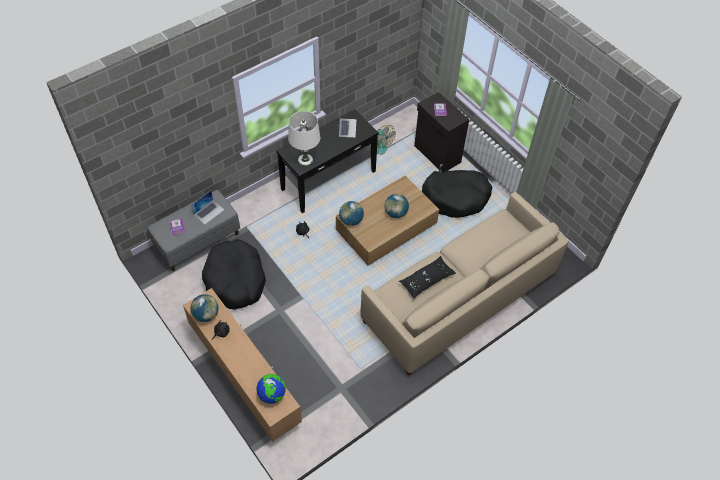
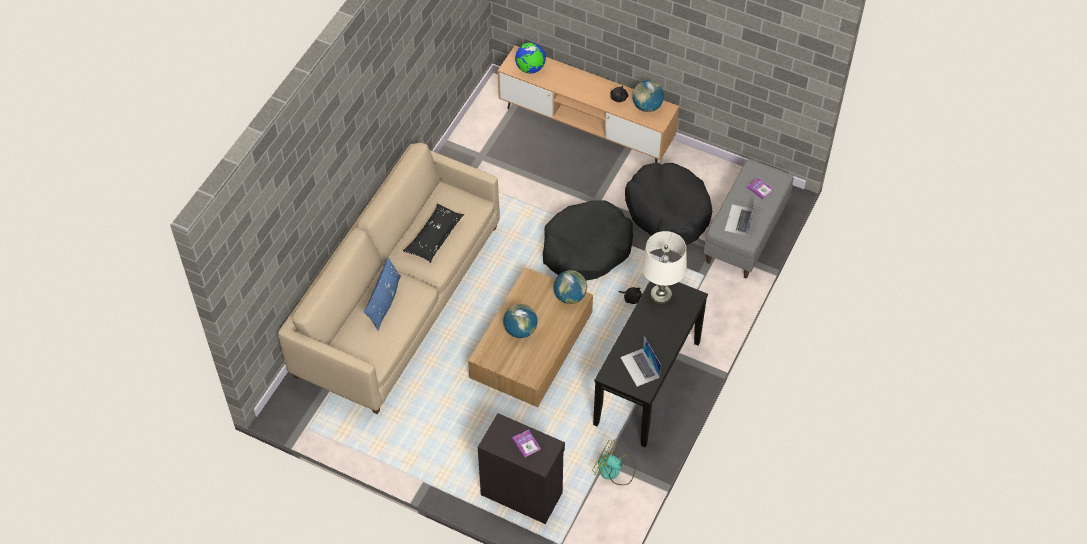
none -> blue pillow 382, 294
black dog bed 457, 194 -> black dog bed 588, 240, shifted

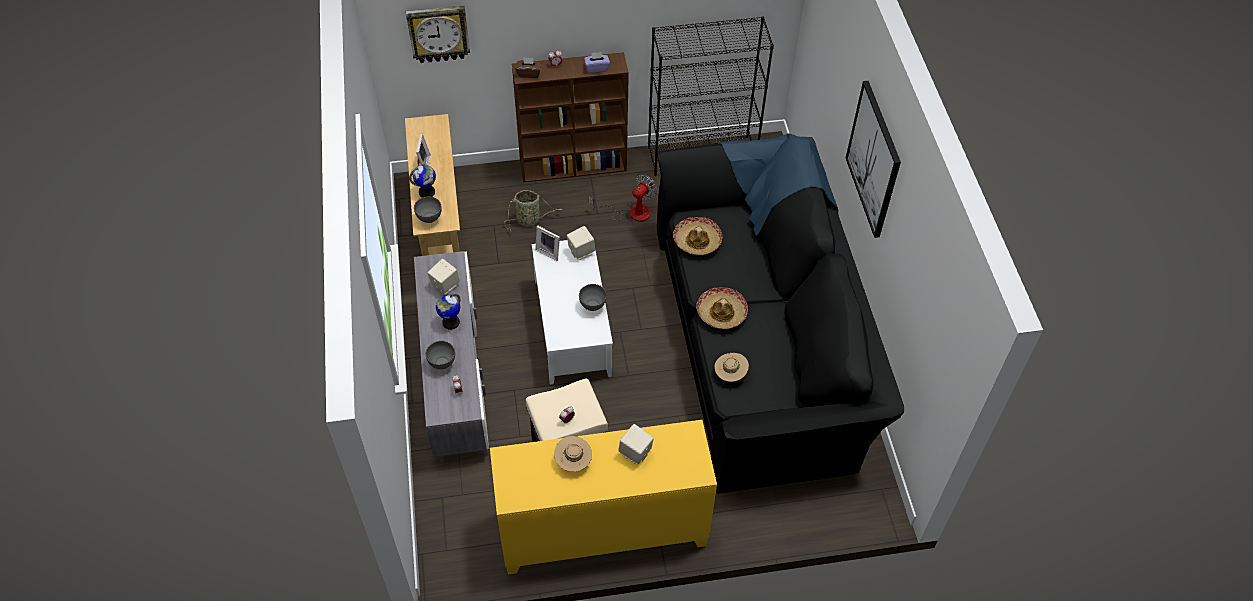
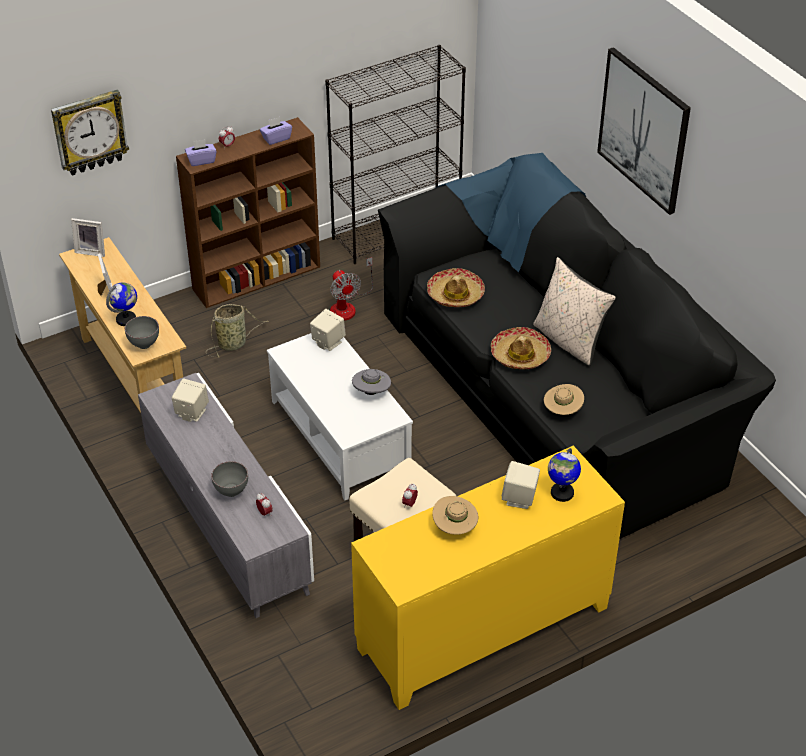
none -> beige pillow 574, 311
globe 448, 312 -> globe 564, 475, shifted
picture frame 547, 243 -> picture frame 88, 237, shifted
grey bowl 593, 297 -> grey hat 371, 382
brown tissue box 528, 67 -> purple tissue box 201, 153
fan 623, 198 -> fan 351, 288, 135 degrees clockwise

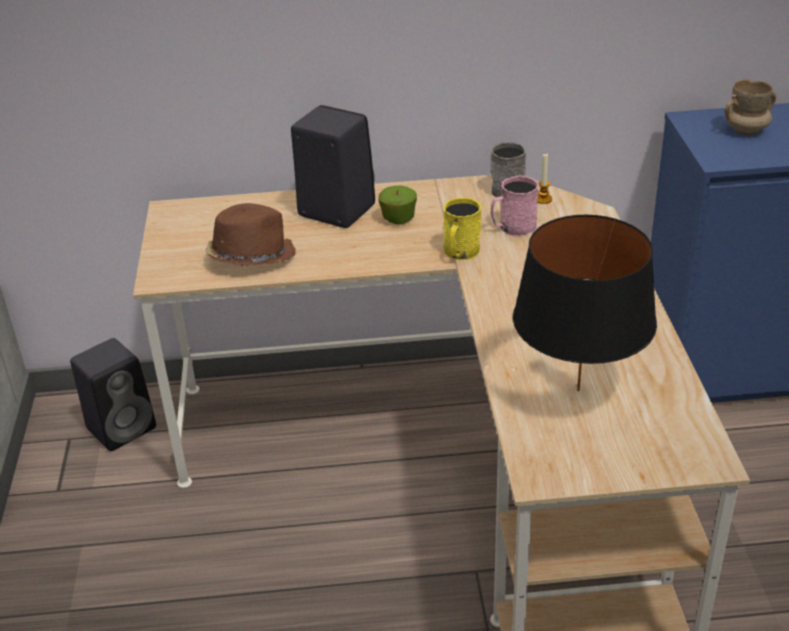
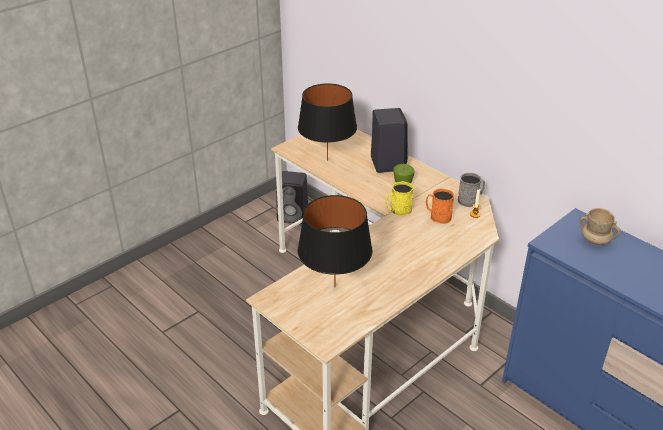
brown hat 250, 234 -> black table lamp 327, 122
pink mug 515, 206 -> orange mug 440, 206

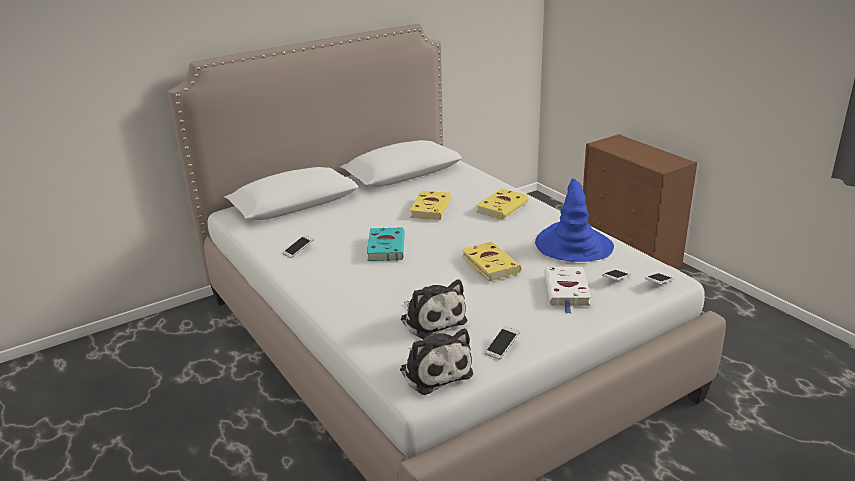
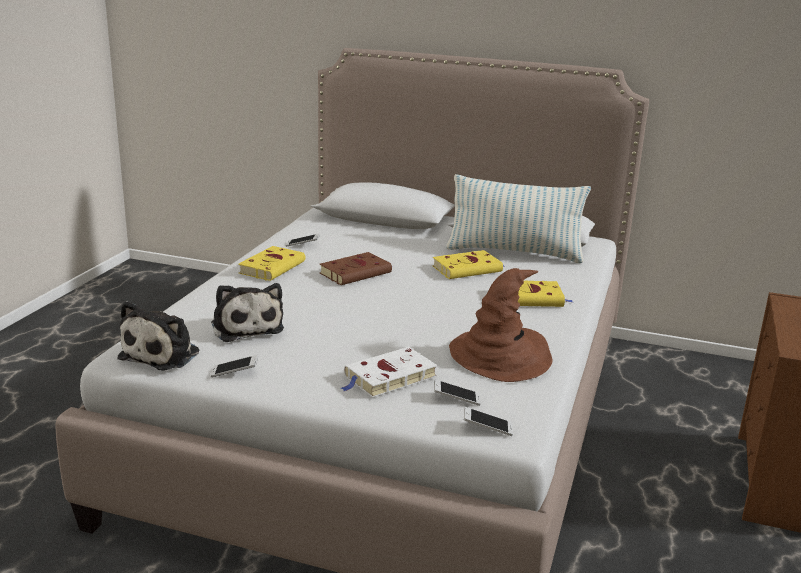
none -> pillow 518, 218
yellow book 491, 262 -> yellow book 271, 263, shifted
turquoise book 386, 244 -> brown book 355, 268
blue hat 574, 220 -> brown hat 501, 325
plush toy 433, 309 -> plush toy 247, 312, 45 degrees counterclockwise

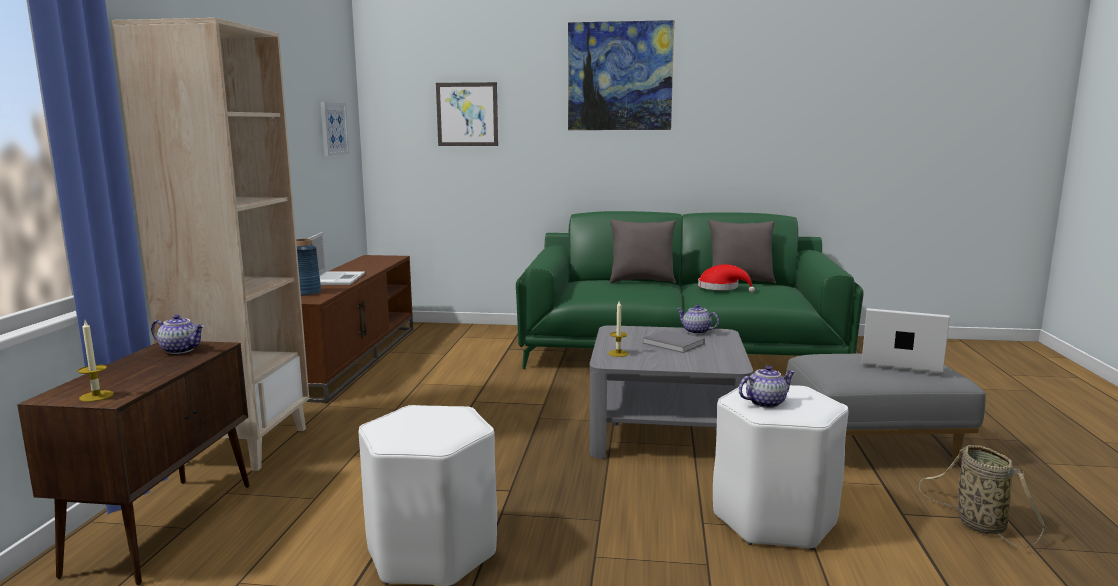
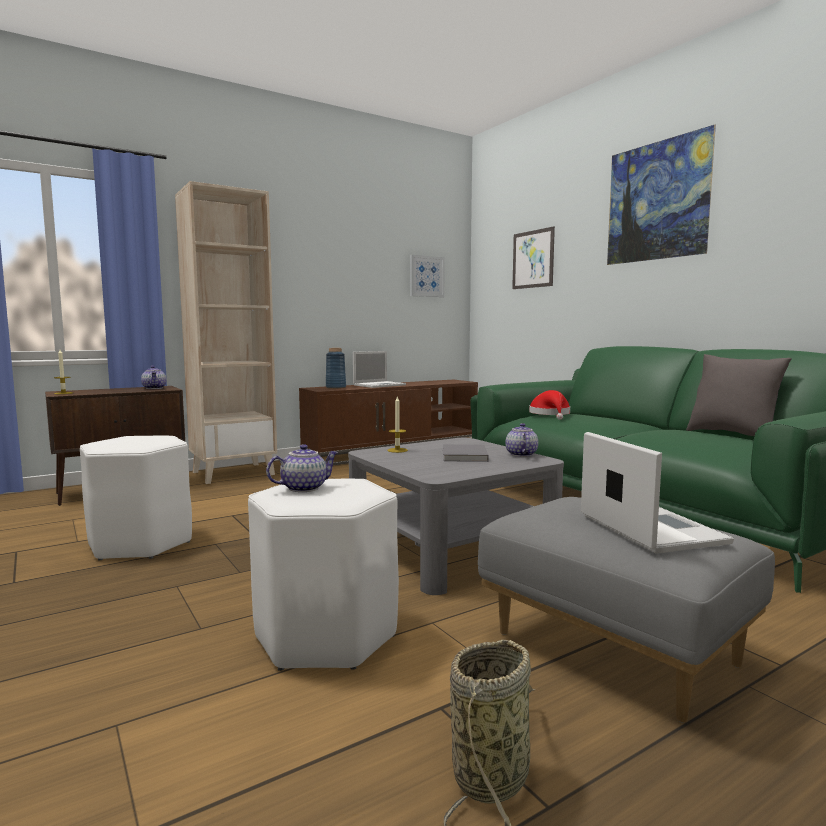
grey pillow 643, 251 -> none
red hat 726, 278 -> red hat 549, 405, shifted
teapot 767, 387 -> teapot 302, 468, 60 degrees counterclockwise

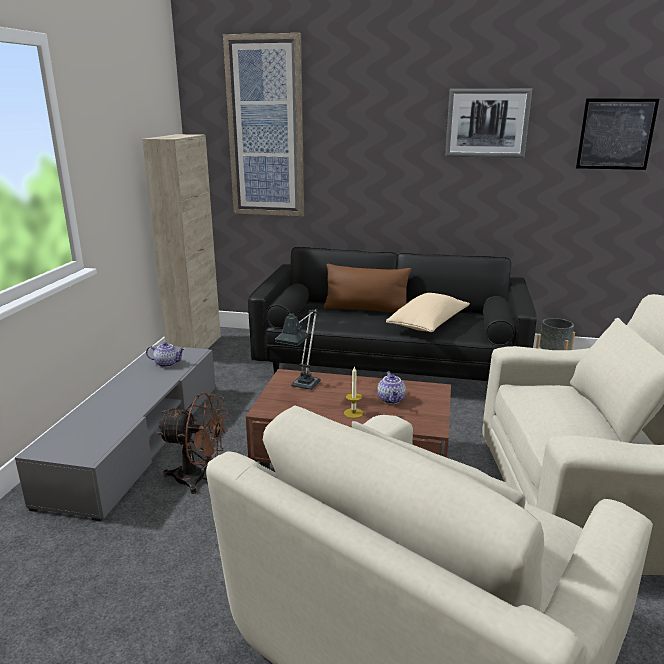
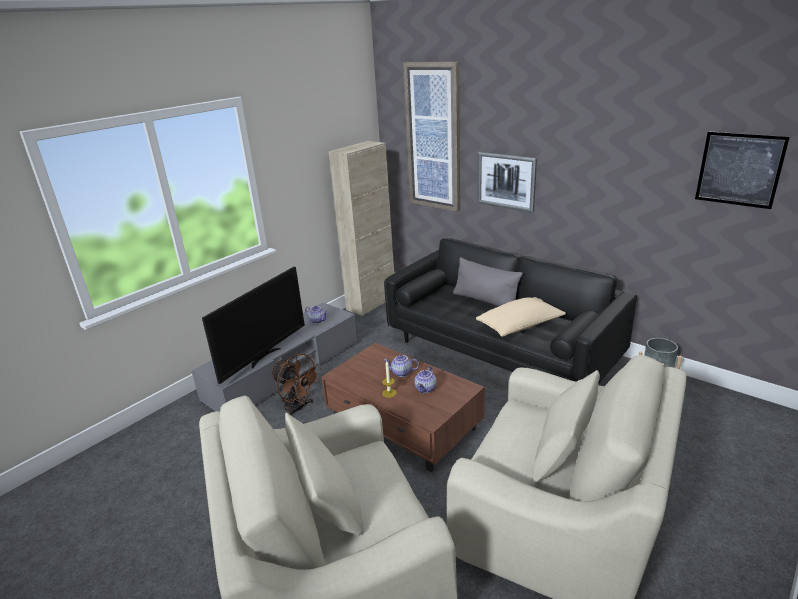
table lamp 298, 349 -> none
none -> television 253, 325
none -> teapot 401, 366
picture 488, 123 -> picture 507, 182, shifted
brown pillow 368, 288 -> grey pillow 488, 281

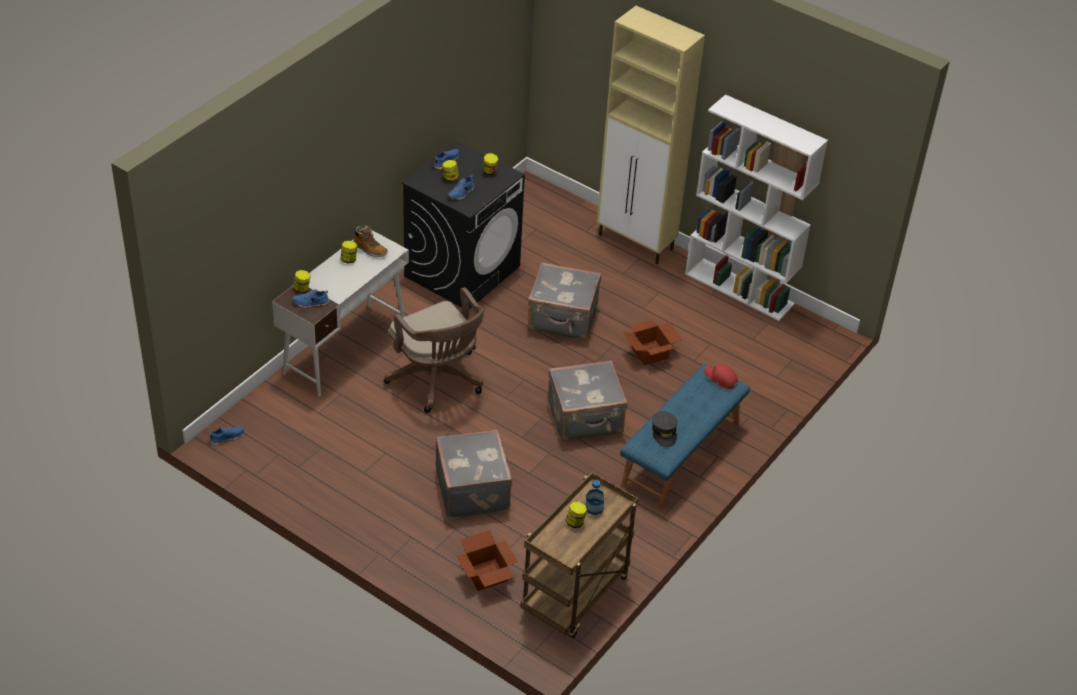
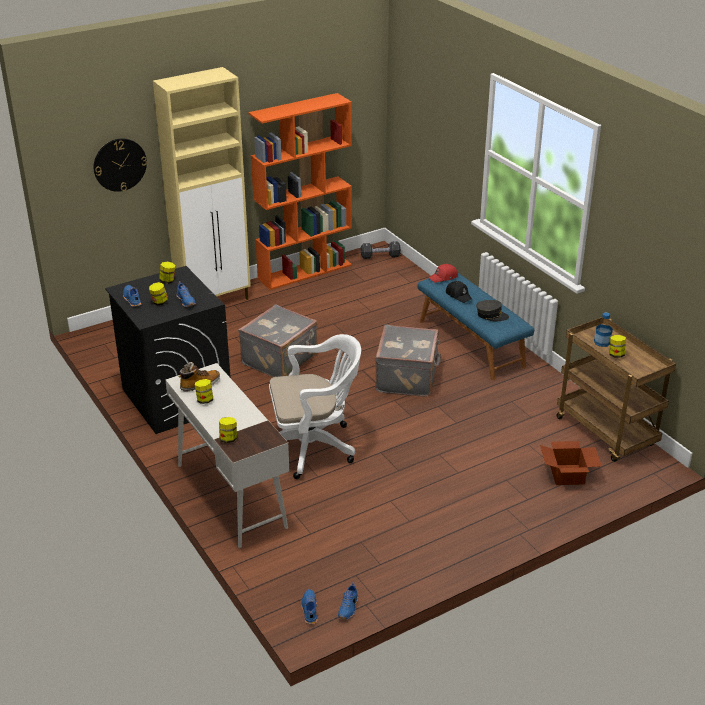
grey suitcase 474, 474 -> none
cardboard box 653, 342 -> none
none -> wall clock 120, 165
none -> black dumbbell 381, 250
none -> black cap 459, 292
blue shoe 311, 298 -> blue shoe 348, 600, shifted
brown office chair 434, 350 -> white office chair 315, 406
white bookcase 756, 207 -> orange bookcase 300, 191

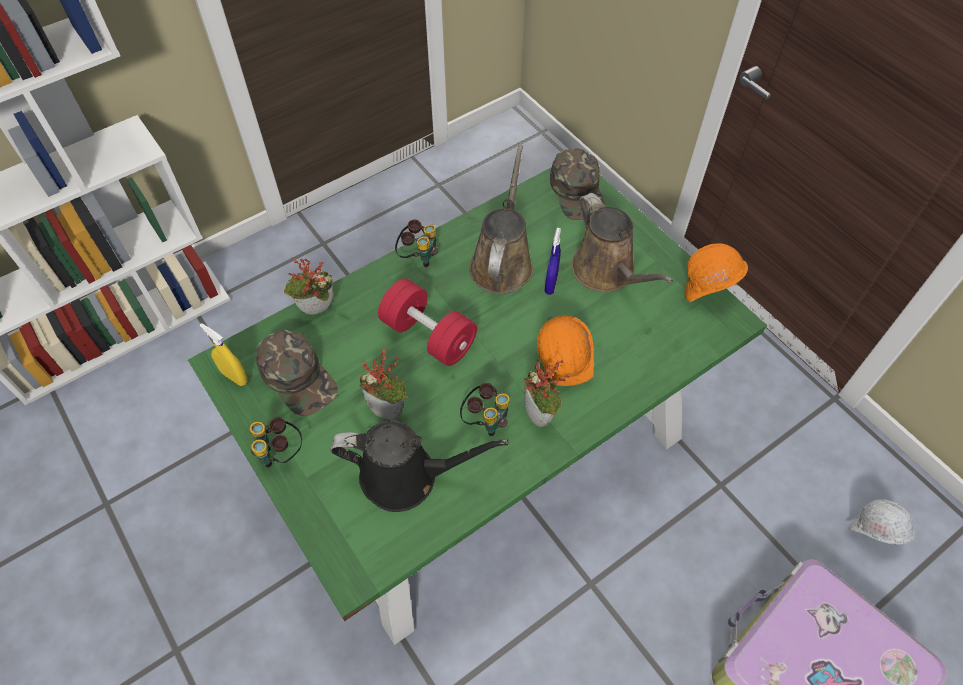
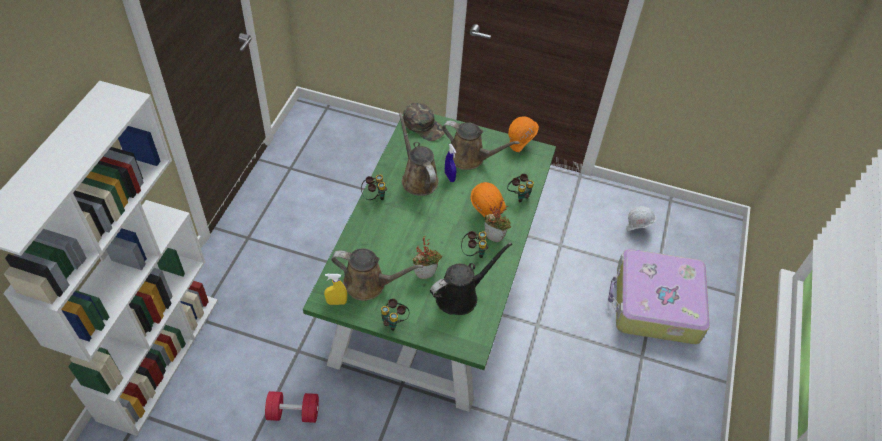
potted plant 309, 286 -> none
none -> binoculars 520, 188
red dumbbell 427, 322 -> red dumbbell 292, 407, shifted
green cap 297, 373 -> brown watering can 377, 274

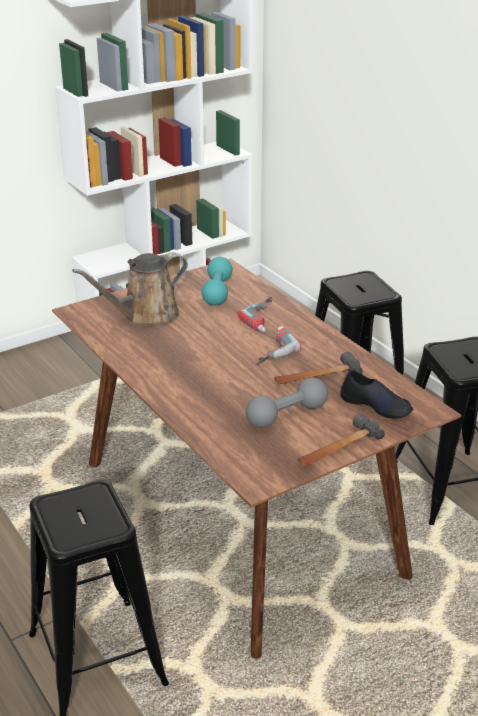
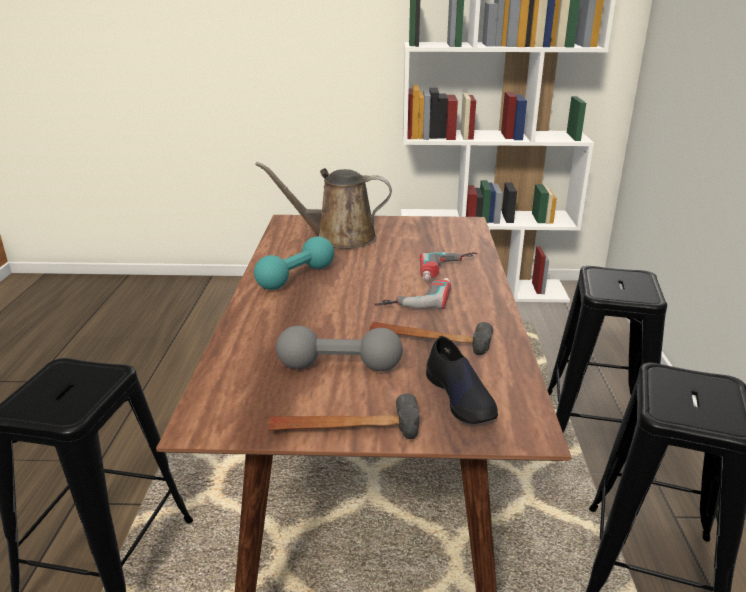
turquoise dumbbell 217, 281 -> turquoise dumbbell 294, 263, shifted

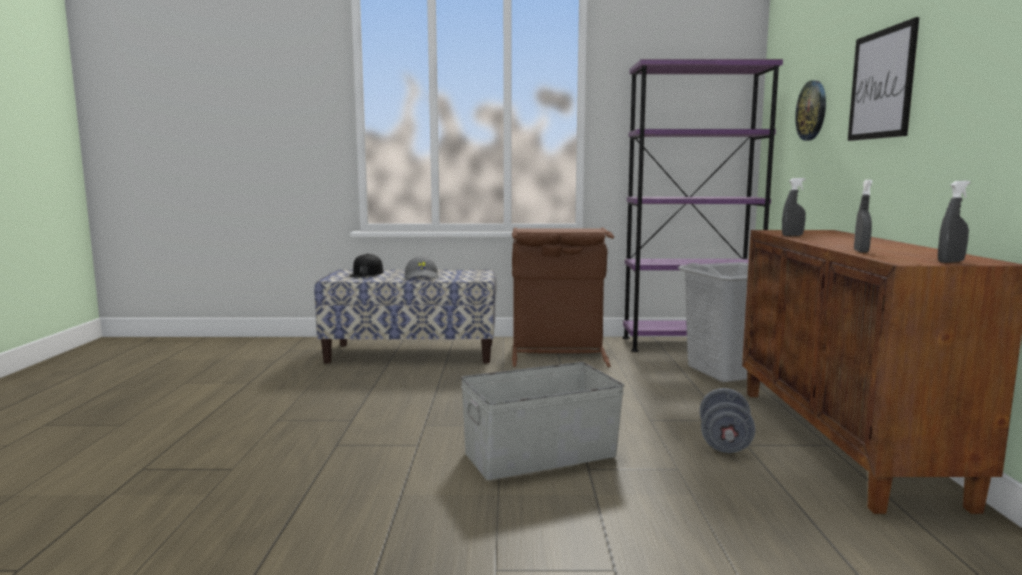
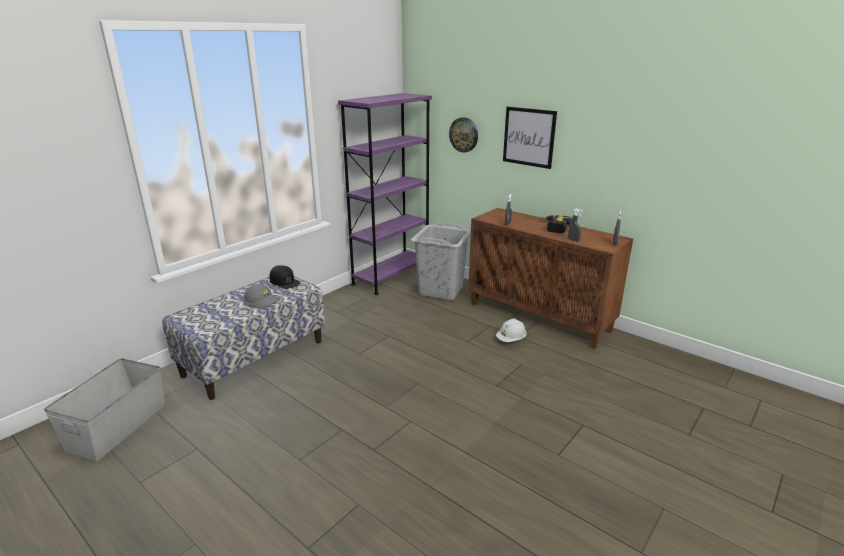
brown laundry basket 563, 297 -> none
none -> power drill 555, 224
black cap 366, 265 -> black cap 285, 277, shifted
grey storage box 542, 421 -> grey storage box 104, 409, shifted
grey dumbbell 727, 420 -> white hard hat 511, 330

